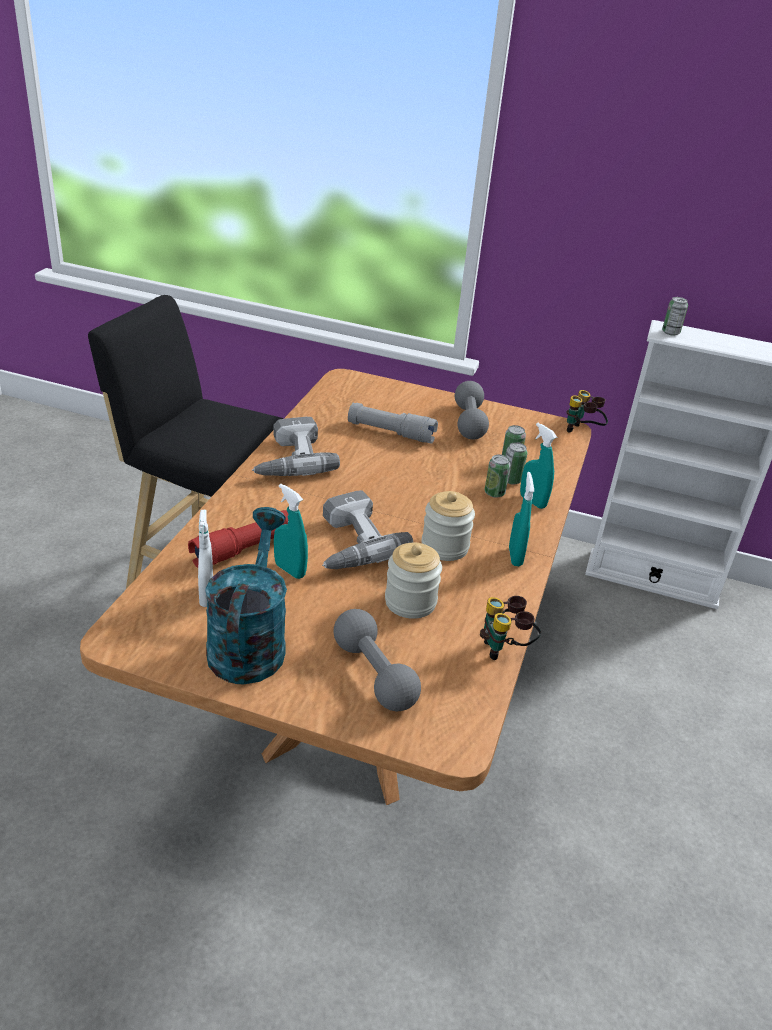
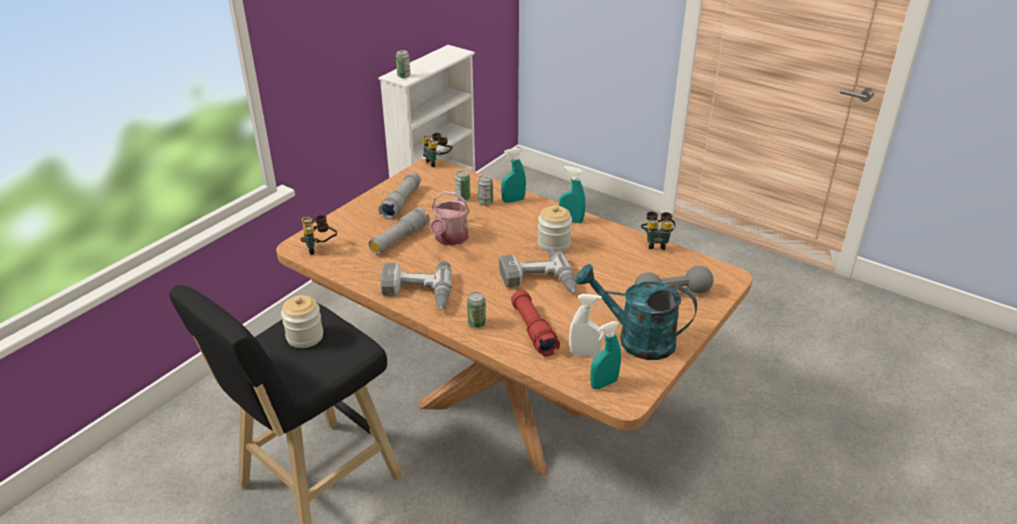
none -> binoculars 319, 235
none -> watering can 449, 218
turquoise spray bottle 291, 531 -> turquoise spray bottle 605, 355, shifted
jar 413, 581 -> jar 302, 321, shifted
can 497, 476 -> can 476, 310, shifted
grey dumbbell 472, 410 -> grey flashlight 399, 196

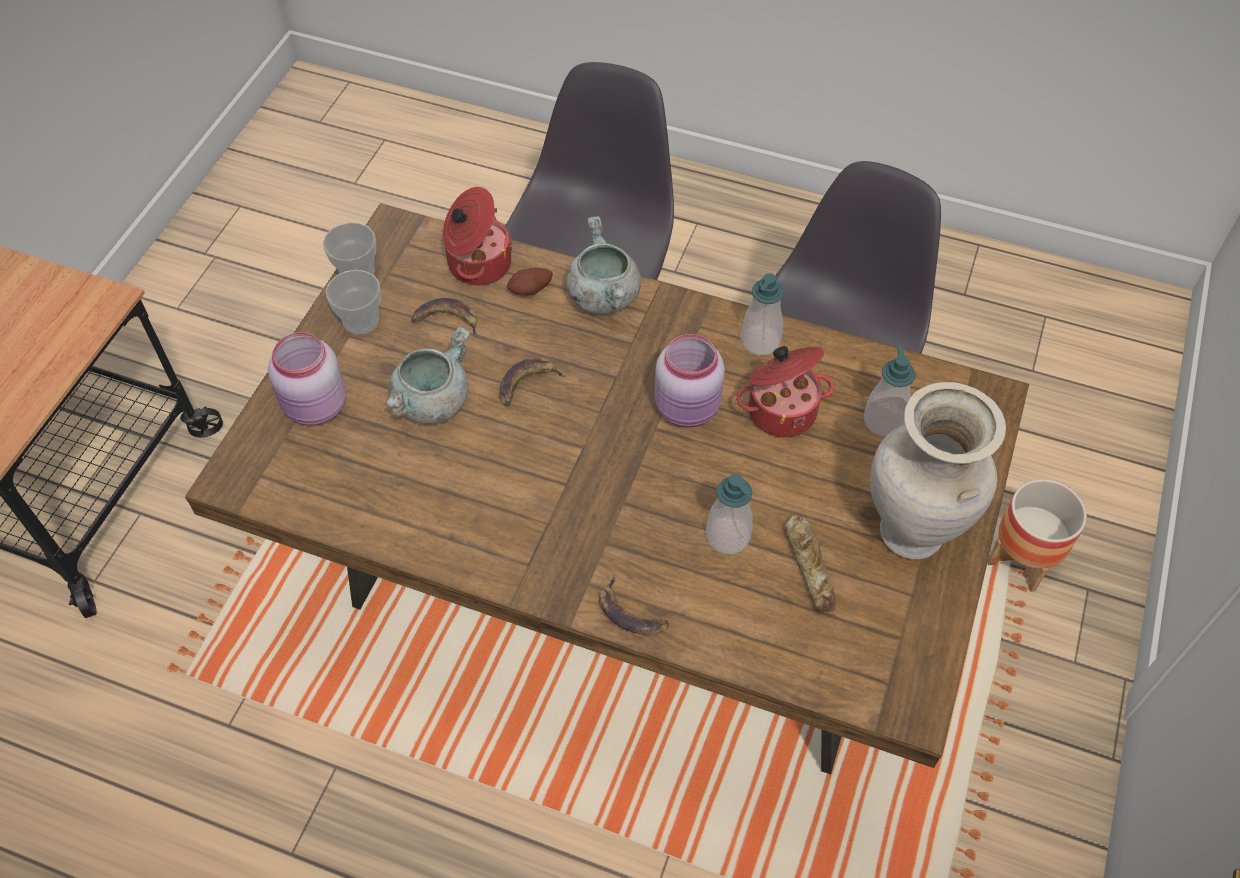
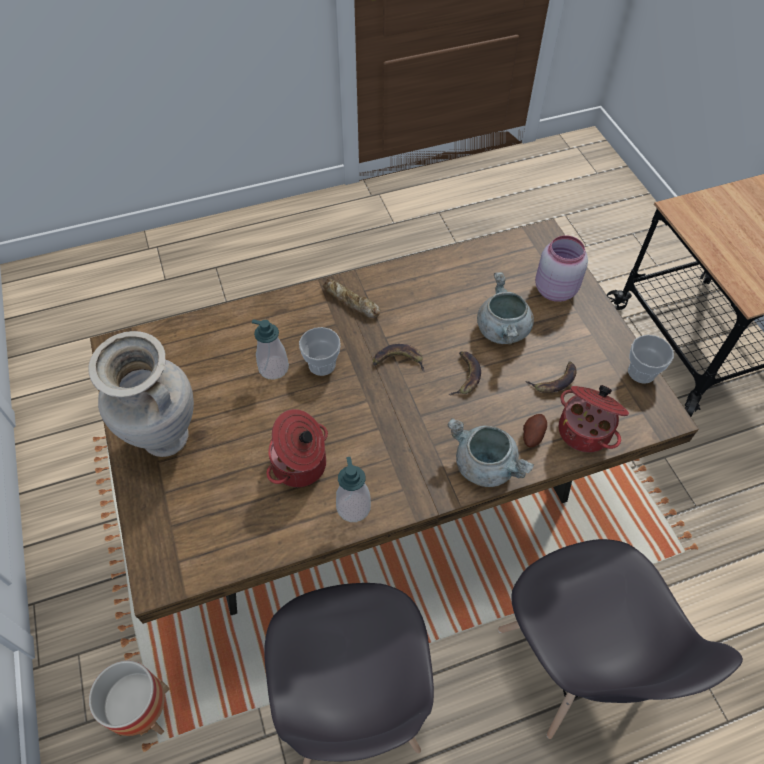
pink jar 690, 381 -> none
soap dispenser 889, 391 -> none
cup 353, 302 -> cup 320, 351, shifted
banana 634, 605 -> banana 399, 358, shifted
bread 810, 563 -> bread 351, 298, shifted

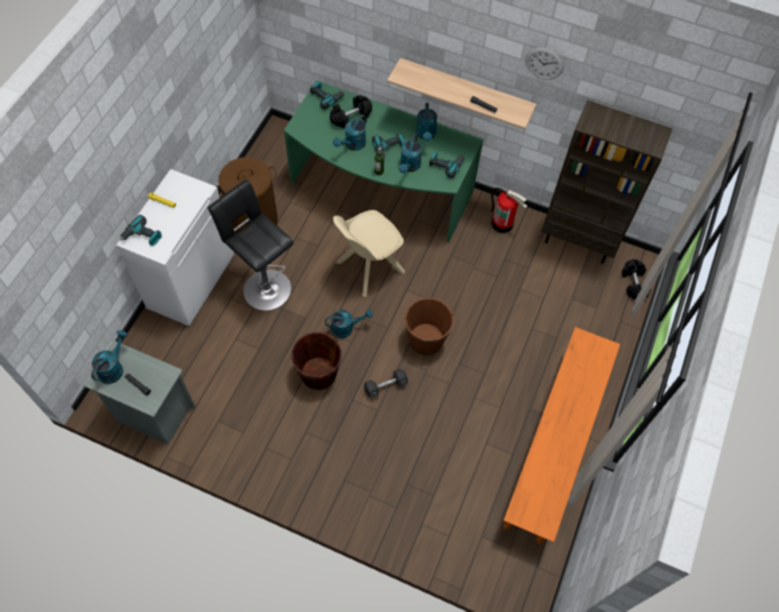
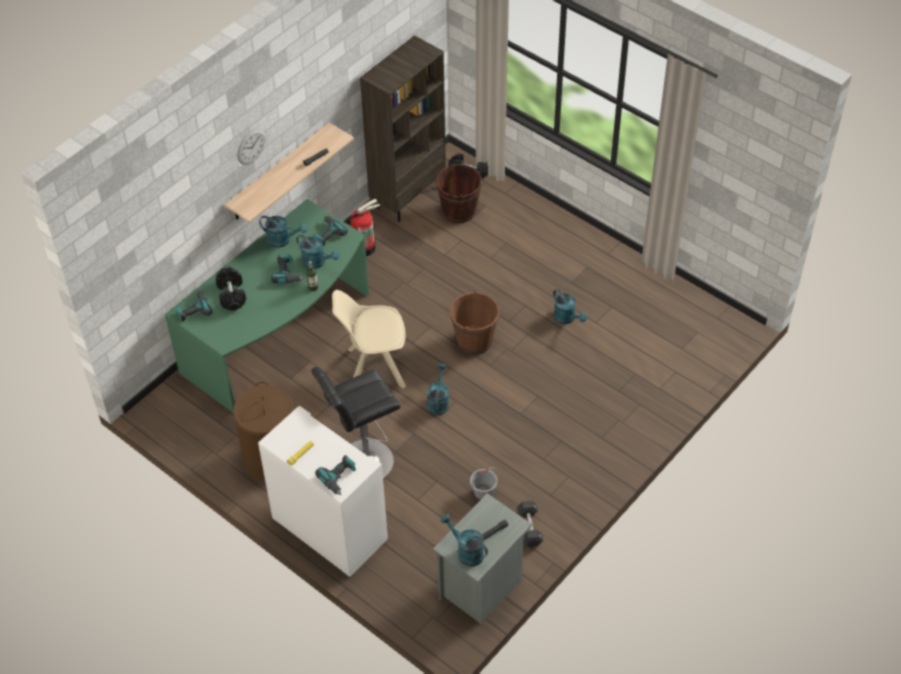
orange bench 561, 435 -> none
none -> grey bucket 483, 483
brown bucket 316, 361 -> brown bucket 459, 193, shifted
turquoise watering can 350, 132 -> turquoise watering can 570, 306, shifted
black dumbbell 386, 383 -> black dumbbell 530, 524, shifted
wall clock 544, 63 -> wall clock 251, 147, shifted
beige chair 369, 253 -> beige chair 369, 339, 105 degrees clockwise

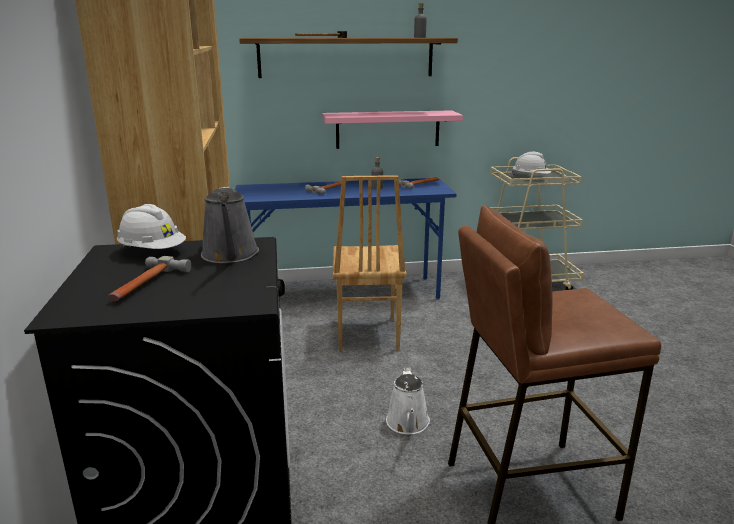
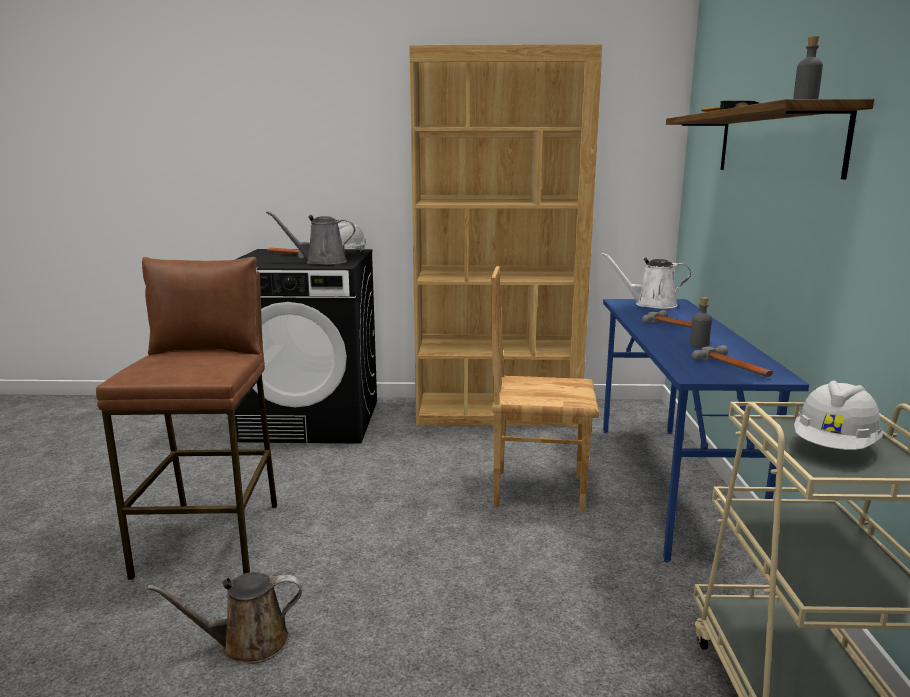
pink shelf 392, 129 -> none
none -> brown watering can 224, 618
white watering can 408, 401 -> white watering can 646, 280, shifted

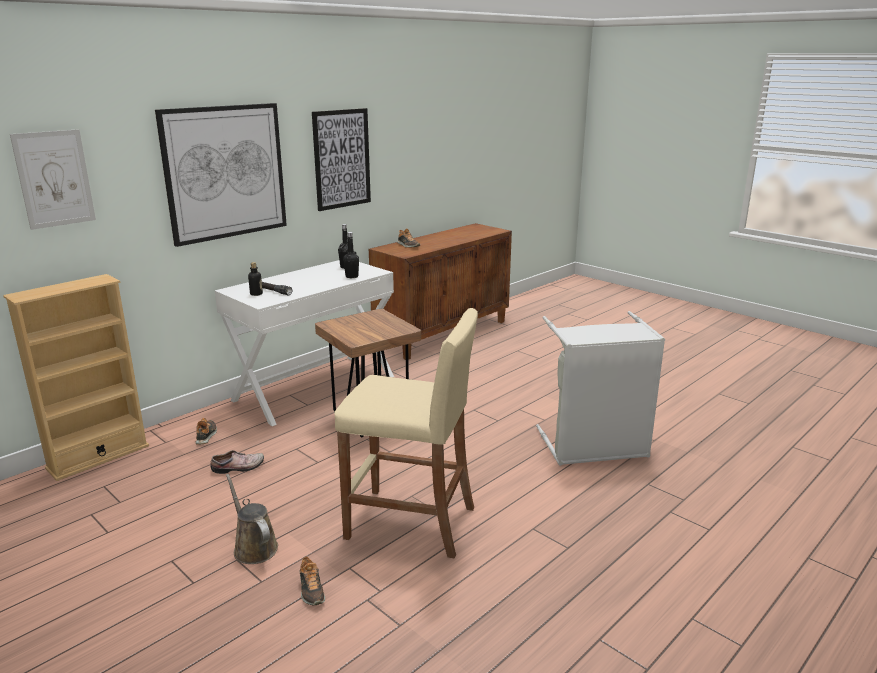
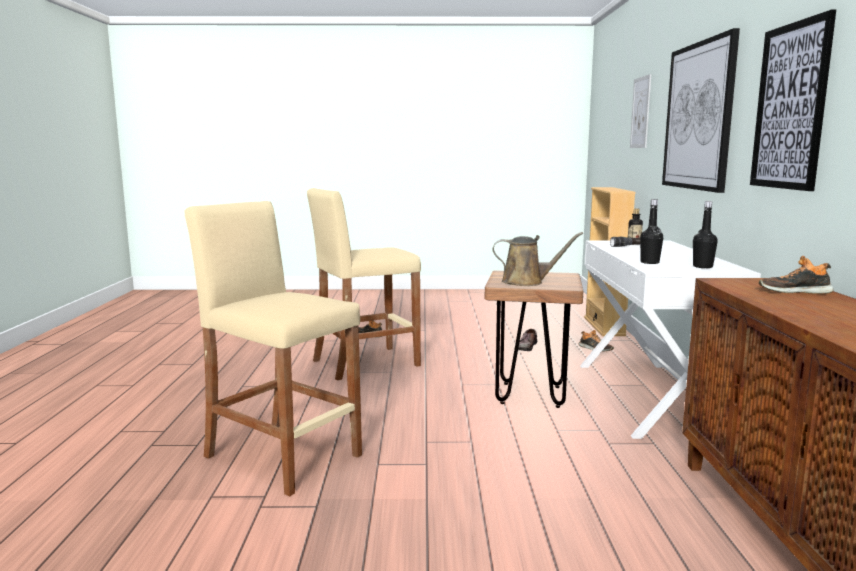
brown watering can 252, 519 -> brown watering can 537, 259, shifted
grey laundry basket 600, 388 -> beige stool 273, 349

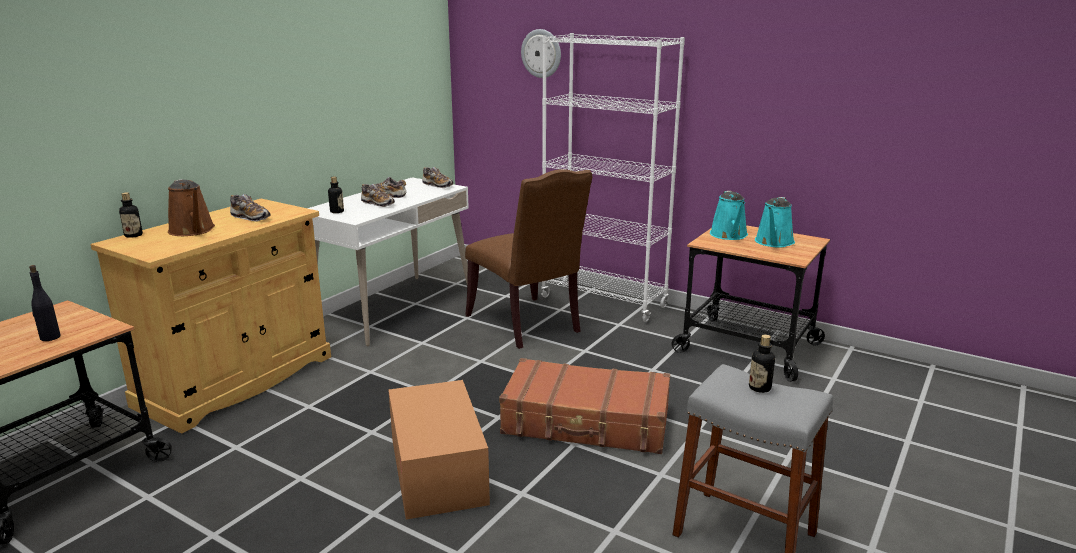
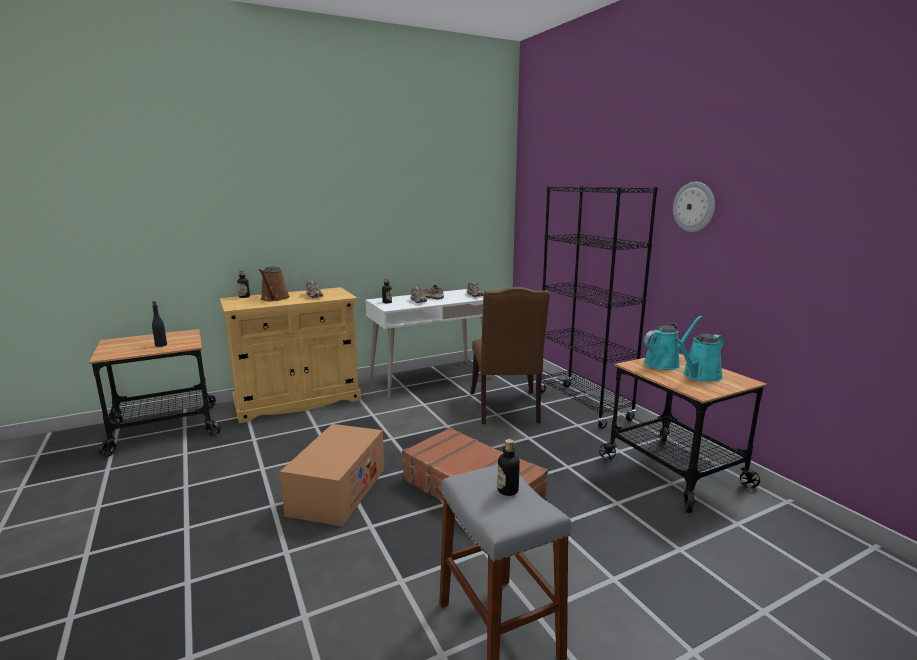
wall clock 541, 53 -> wall clock 694, 207, shifted
white bookcase 613, 177 -> black bookcase 599, 307
turquoise watering can 729, 215 -> turquoise watering can 672, 343, 150 degrees counterclockwise

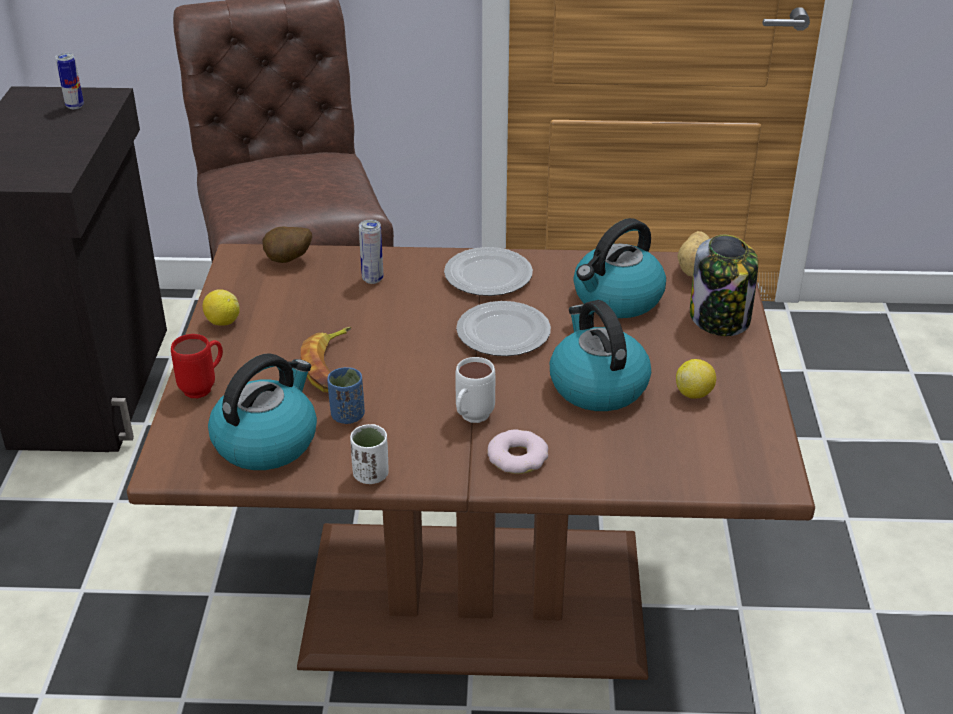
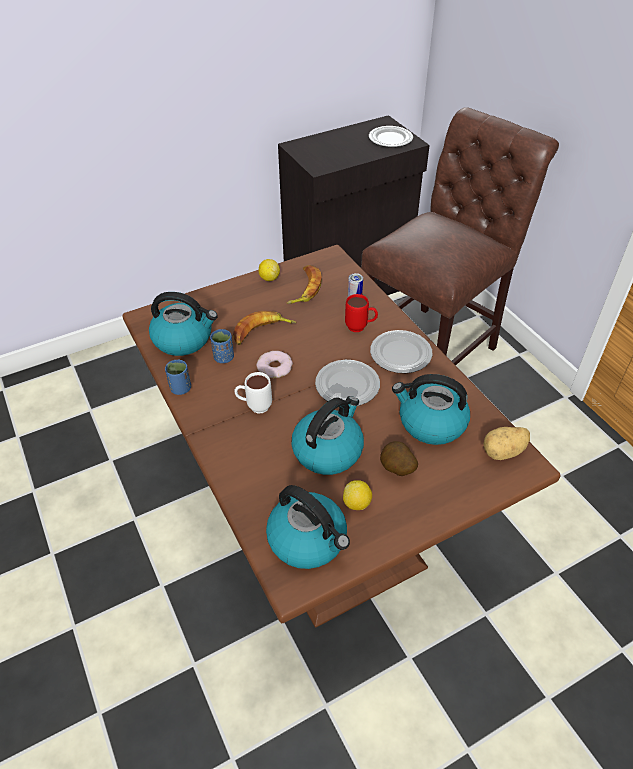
jar 724, 285 -> none
none -> kettle 308, 527
none -> banana 304, 284
red mug 197, 366 -> red mug 361, 313, shifted
potato 287, 245 -> potato 399, 458, shifted
donut 517, 451 -> donut 274, 364, shifted
can 69, 81 -> plate 391, 136
white cup 369, 454 -> blue cup 178, 377

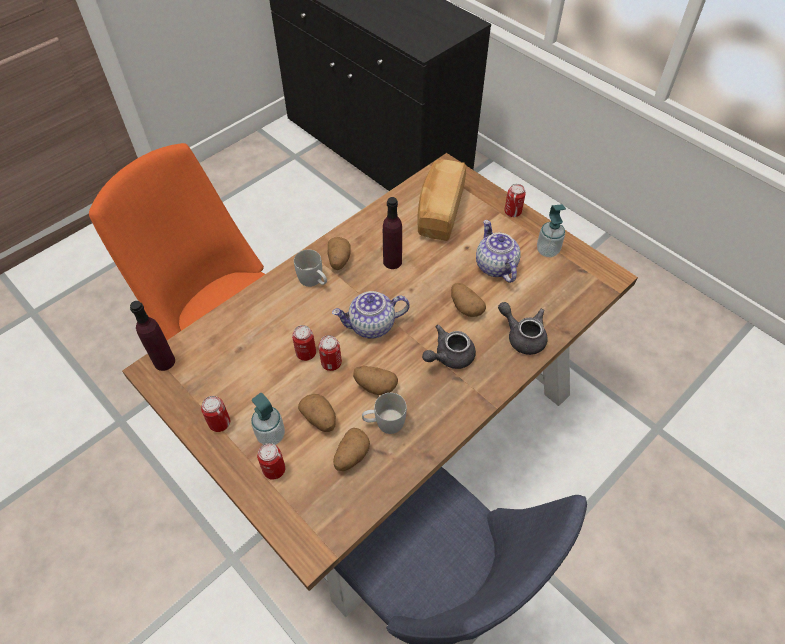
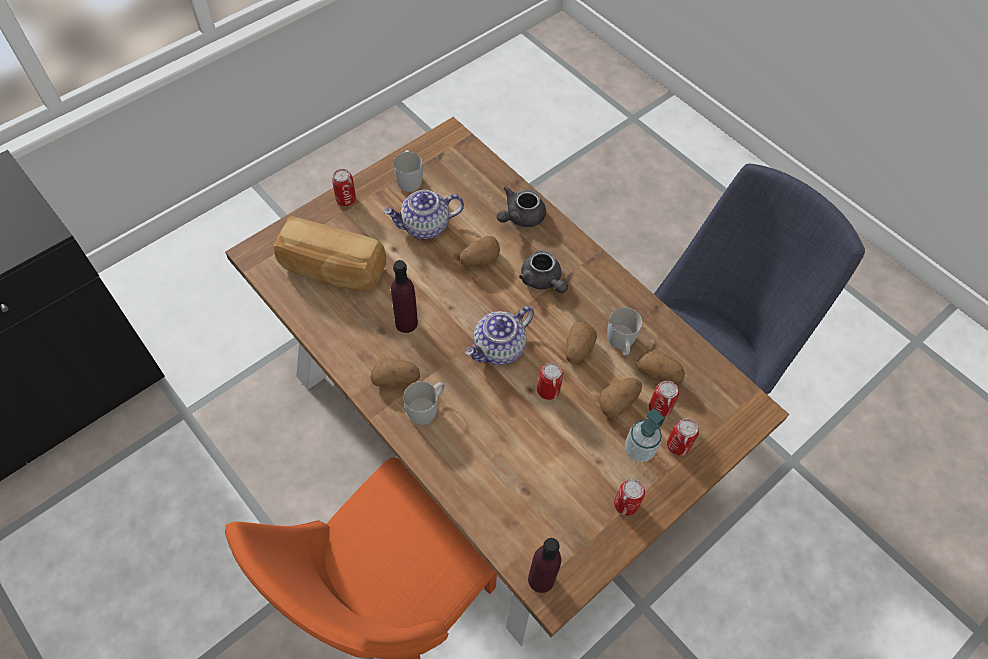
can 304, 343 -> can 664, 399, shifted
soap dispenser 551, 230 -> white mug 408, 171
teapot 371, 315 -> teapot 499, 335, 60 degrees clockwise

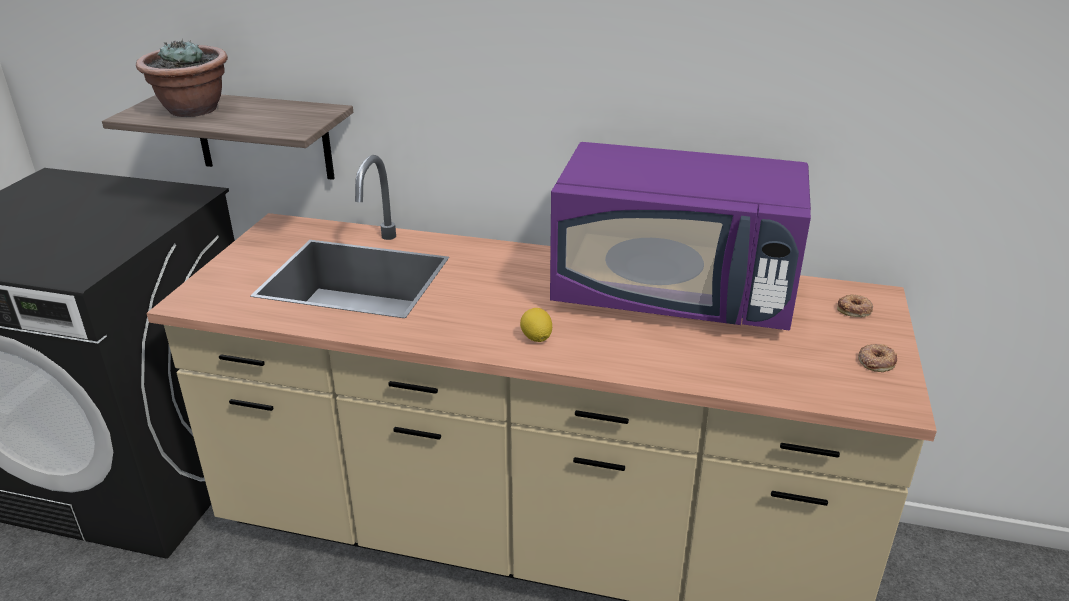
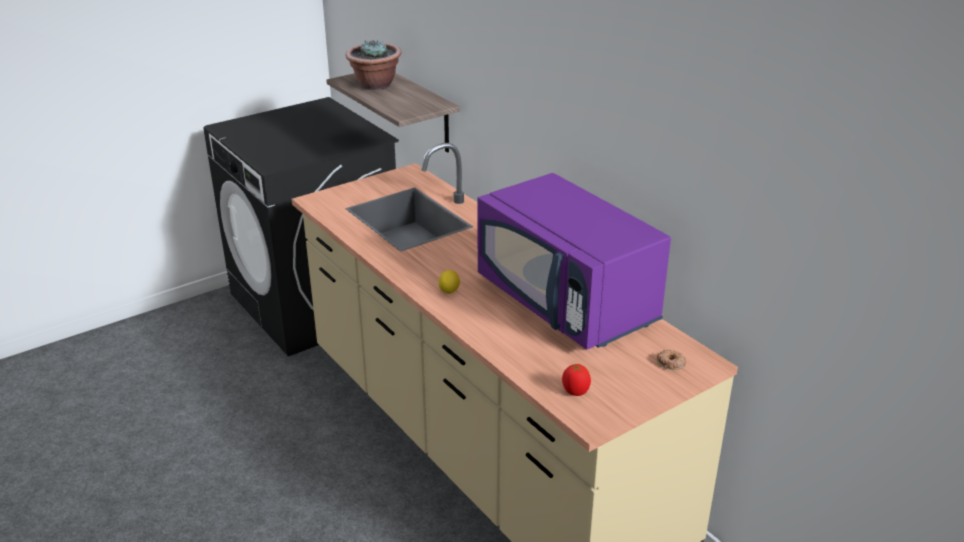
donut 877, 358 -> none
none -> tomato 576, 380

